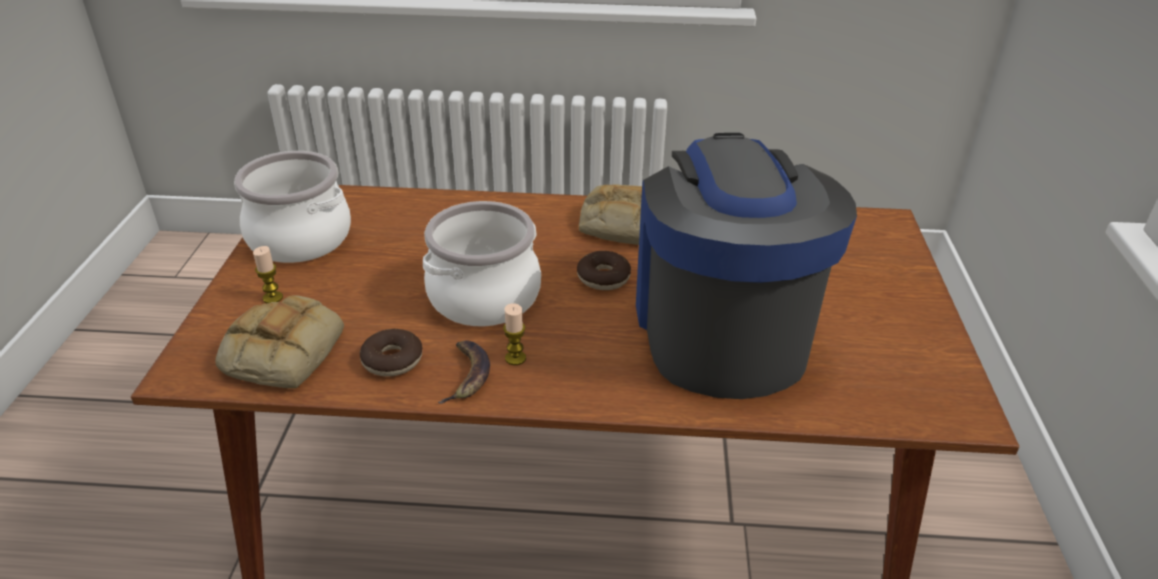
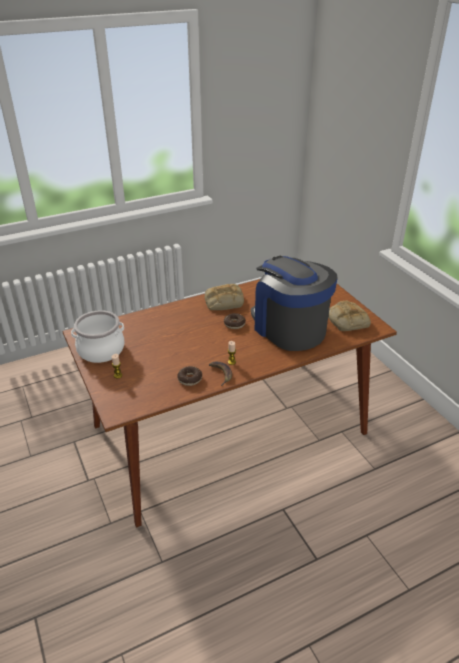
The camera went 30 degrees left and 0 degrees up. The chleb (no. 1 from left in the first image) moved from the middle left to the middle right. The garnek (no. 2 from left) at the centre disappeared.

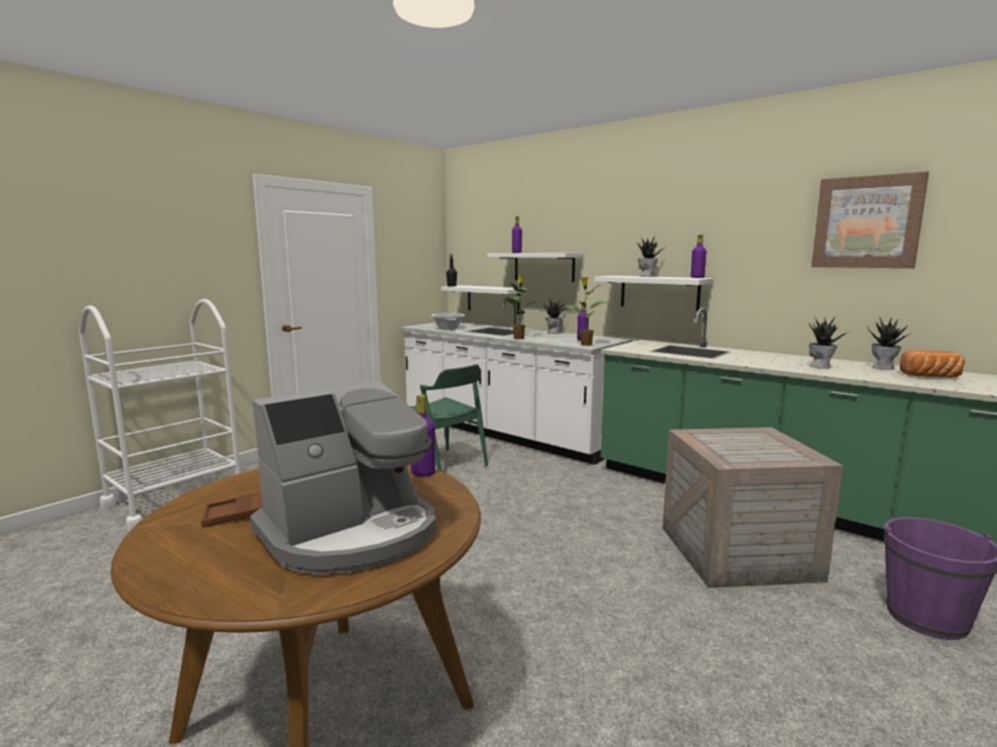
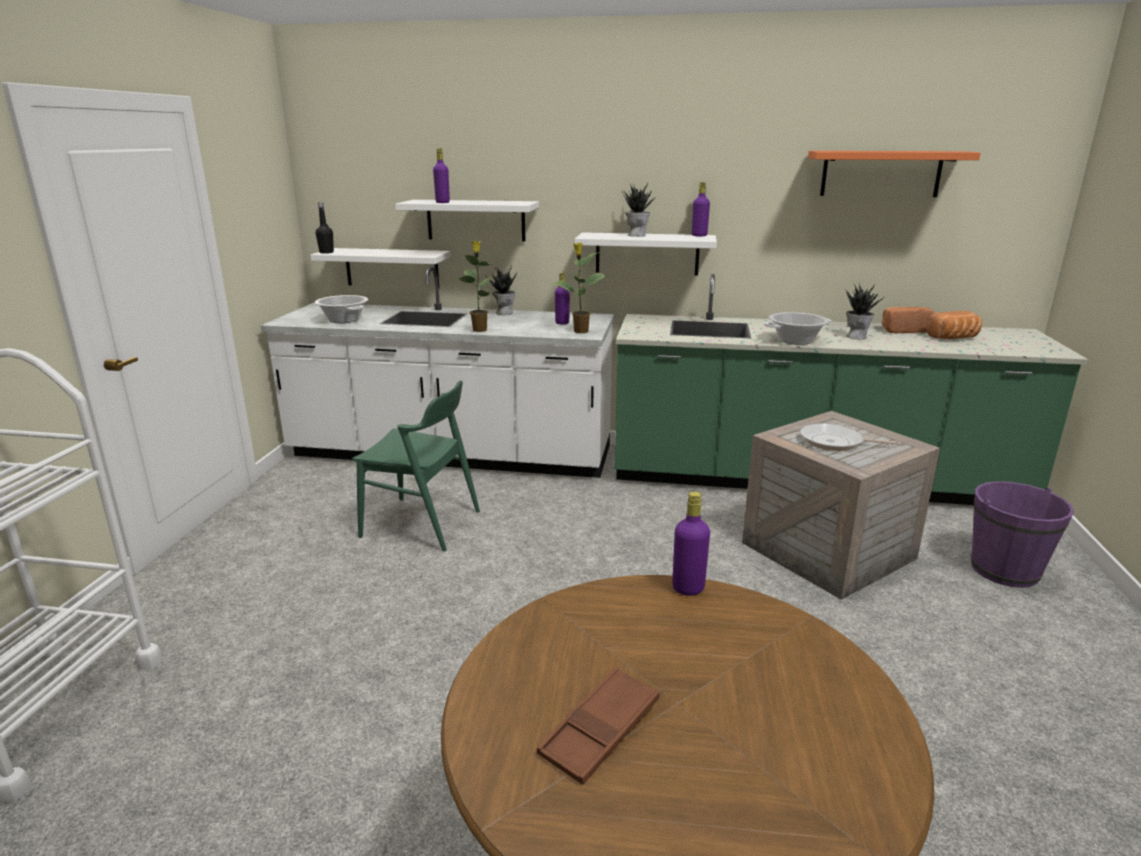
The camera went 30 degrees left and 10 degrees up. The ekspres do kawy at the centre disappeared. The obraz at the top right was replaced by the półka/pomarańczowy at the top right. The roślina doniczkowa (no. 6 from left) at the middle right was replaced by the chleb (no. 1 from left) at the middle right. The garnek (no. 2 from left) at the middle right appeared. The patelnia at the middle right appeared.

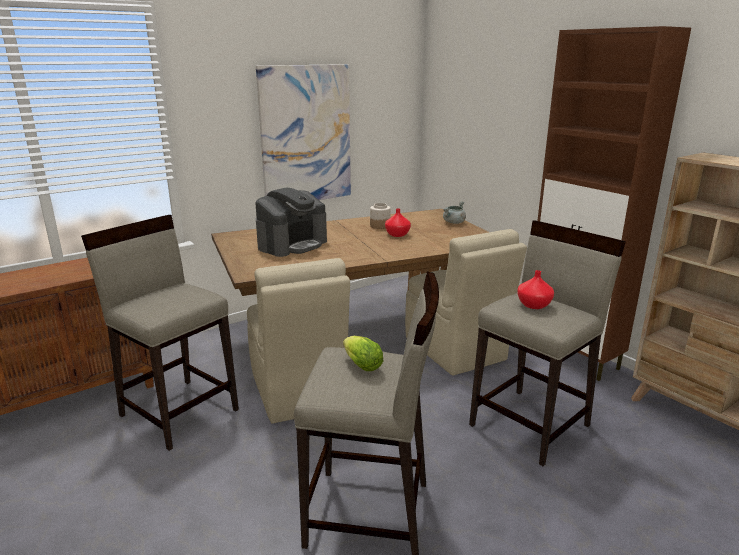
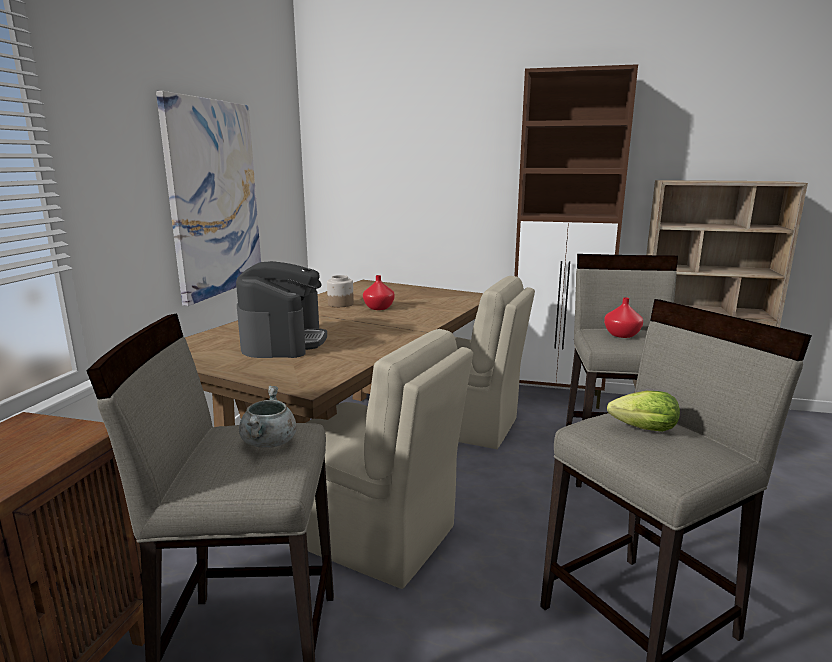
The camera went 40 degrees left and 5 degrees down. The garnek/szary moved from the centre to the middle left.

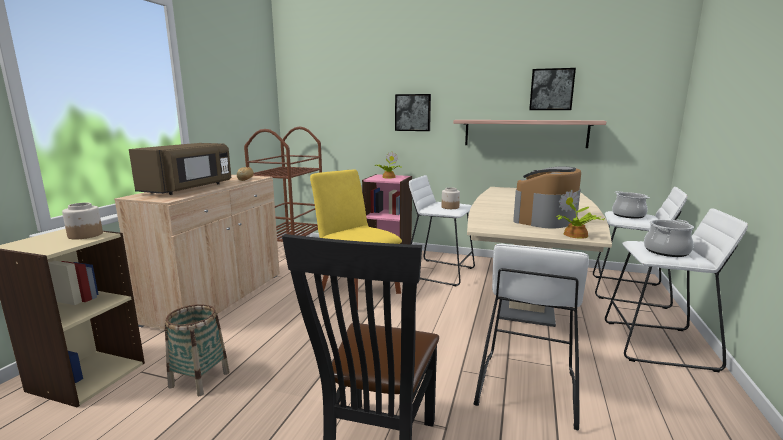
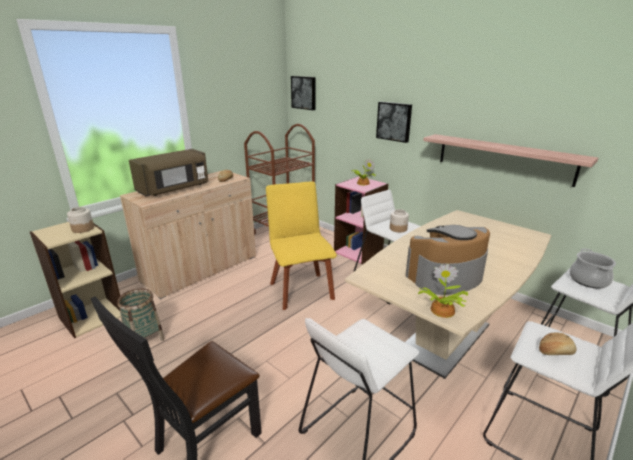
The camera went 25 degrees right and 10 degrees up. The obraz (no. 2 from left in the first image) moved from the top right to the top centre. The garnek (no. 2 from left) at the middle right was replaced by the chleb (no. 2 from left) at the bottom right.

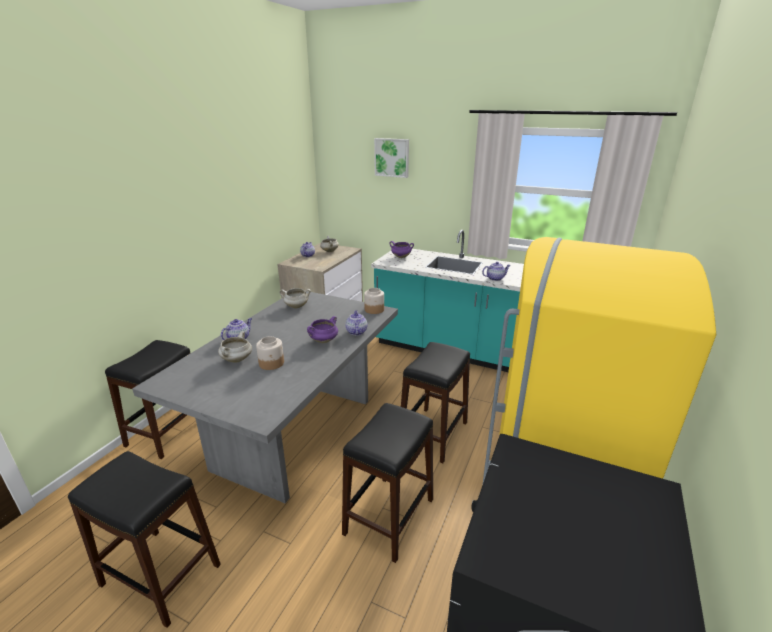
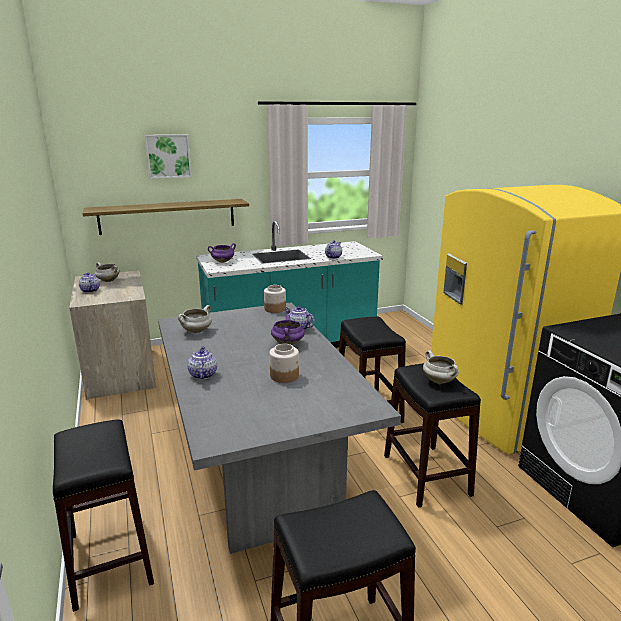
The camera went 45 degrees left and 5 degrees down. The garnek/biały (no. 1 from left in the first image) moved from the middle left to the middle right. The półka at the middle left appeared.

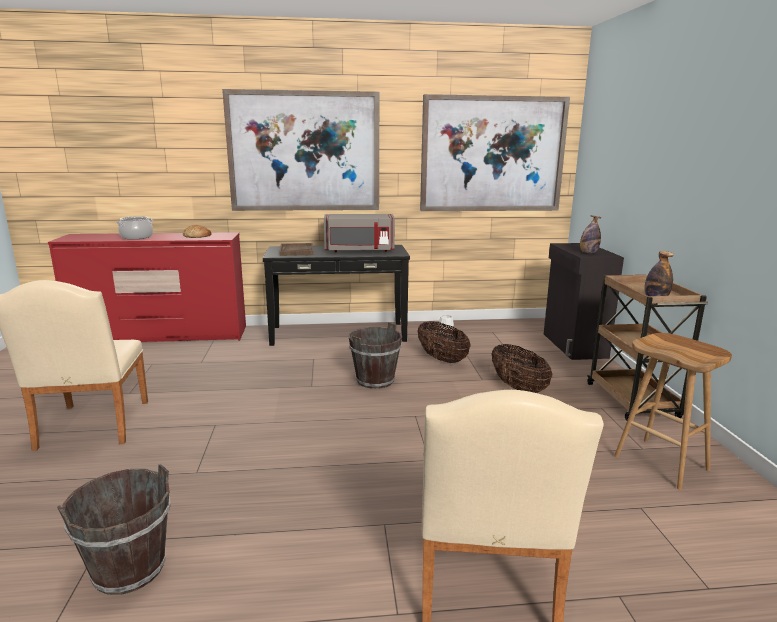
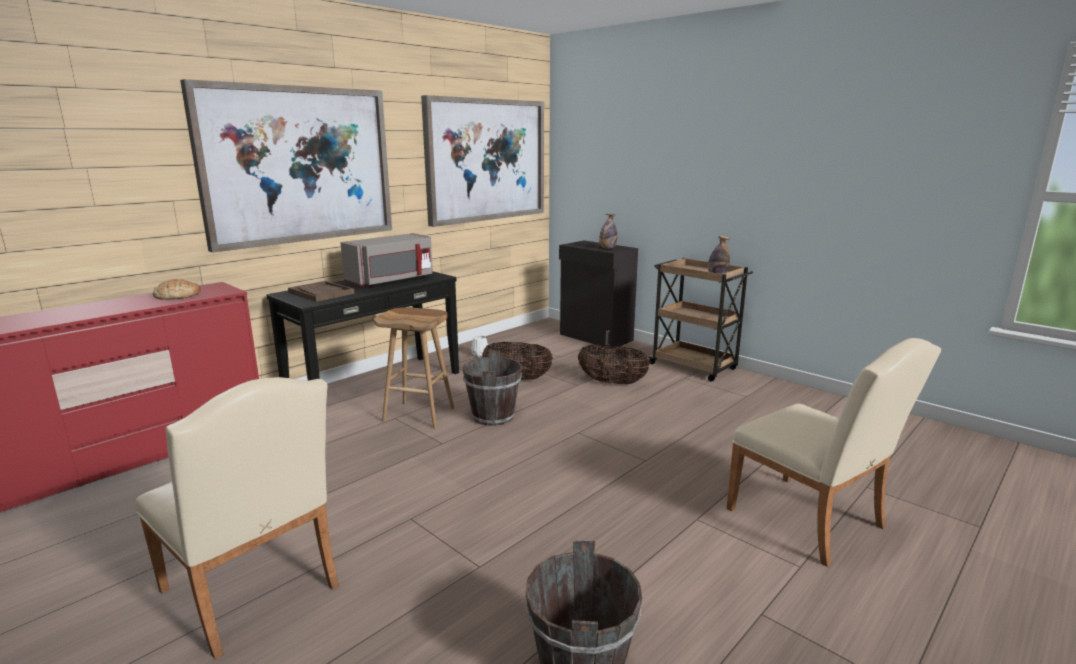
The camera went 40 degrees left and 0 degrees up. The garnek at the middle left disappeared. The stołek/brązowy moved from the middle right to the centre.

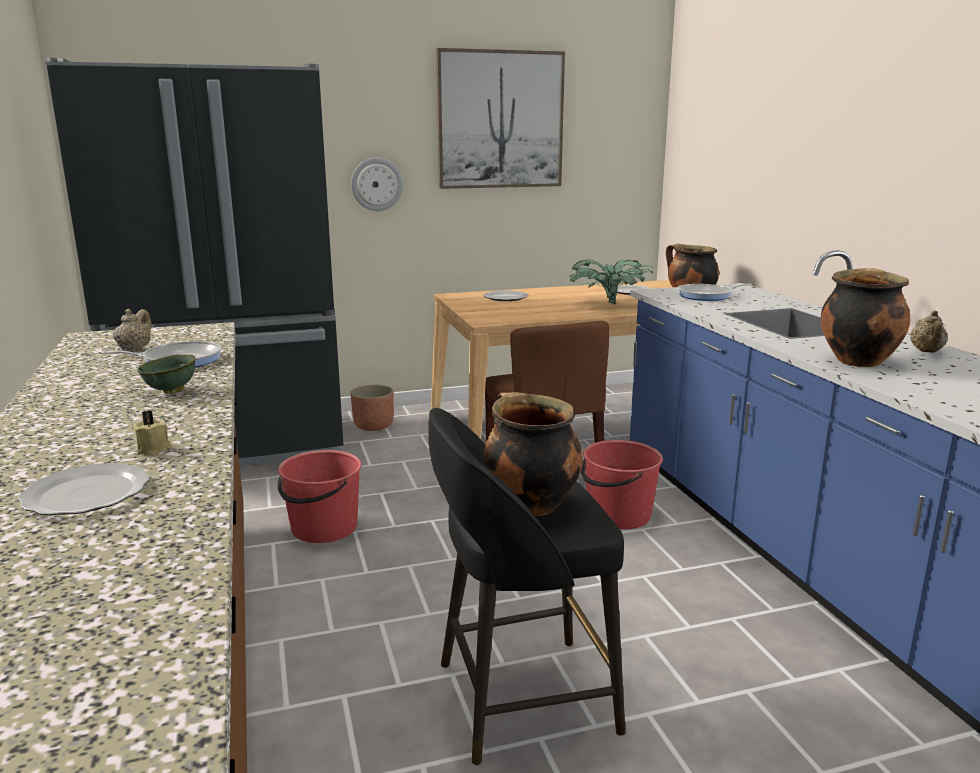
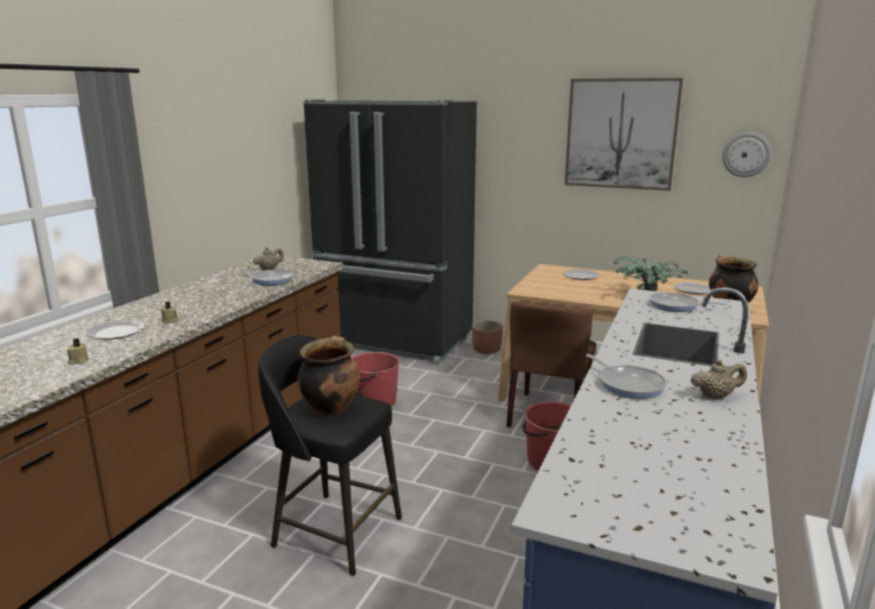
The camera went 40 degrees right and 0 degrees up. The miska/zielony at the middle left disappeared. The zegar ścienny moved from the top centre to the top right. The garnek (no. 3 from left) at the middle right was replaced by the patelnia (no. 2 from left) at the middle right. The imbryk/beżowy (no. 2 from left) at the middle right turned 150 degrees counterclockwise. The świeca/beżowy (no. 1 from left) at the middle left appeared.

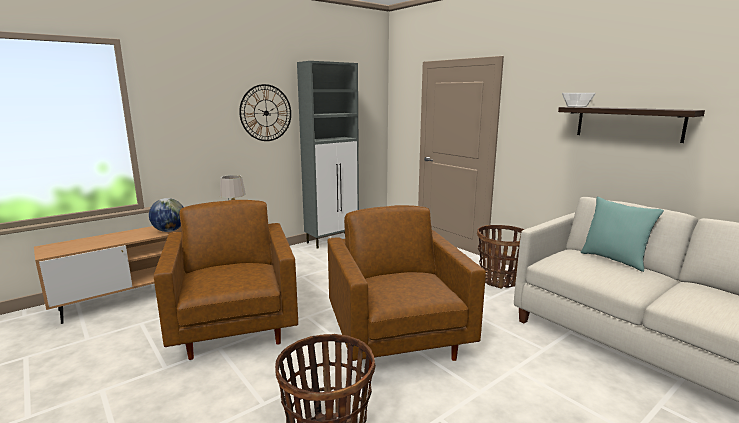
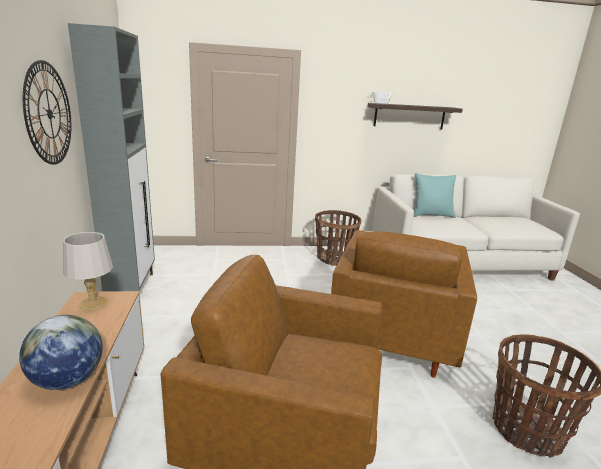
The camera went 60 degrees left and 5 degrees up. The fotel/brązowy (no. 2 from left) at the bottom centre turned 90 degrees counterclockwise.

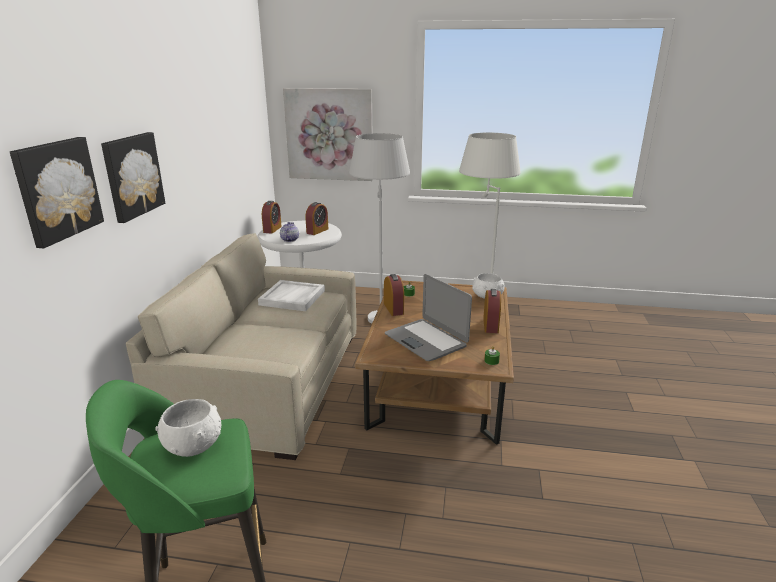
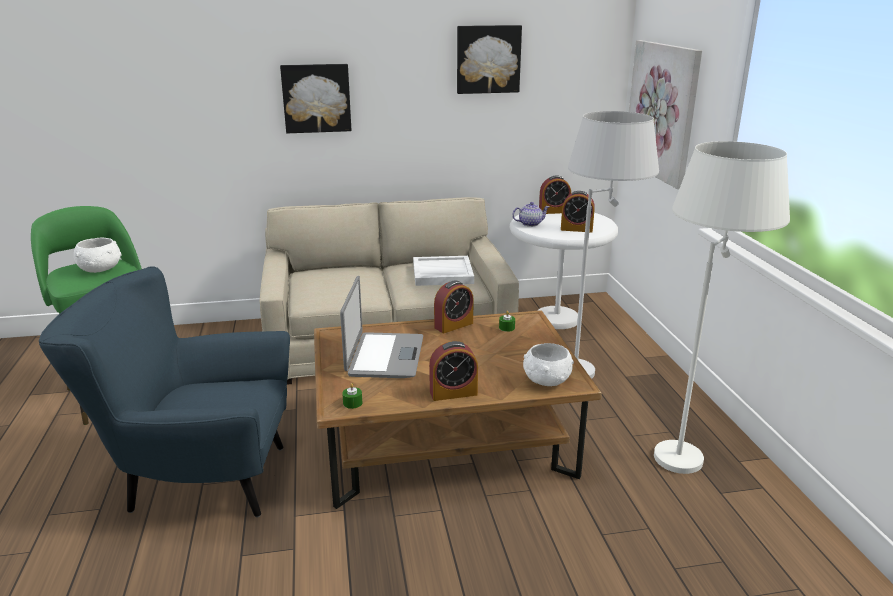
The camera went 70 degrees right and 0 degrees up. The obraz (no. 1 from left in the first image) moved from the top left to the top centre. The laptop at the centre turned 150 degrees clockwise. The fotel/niebieski at the middle left appeared.

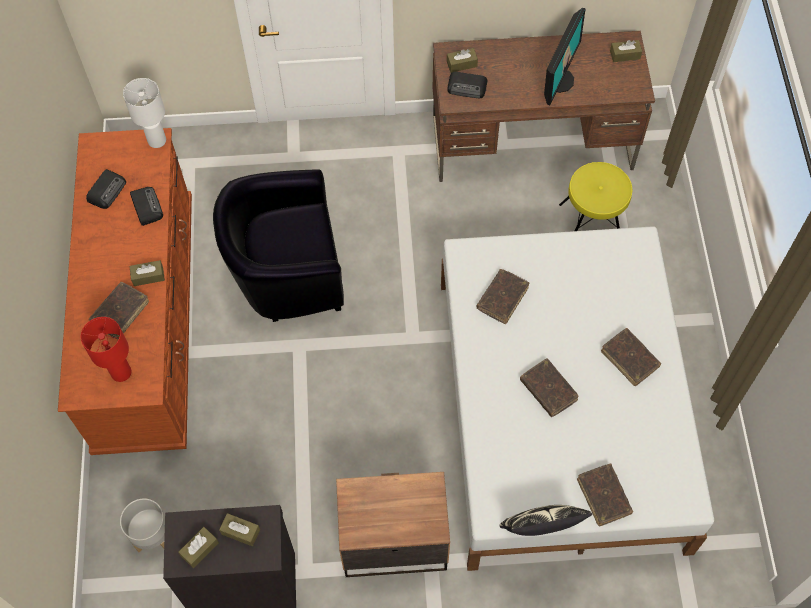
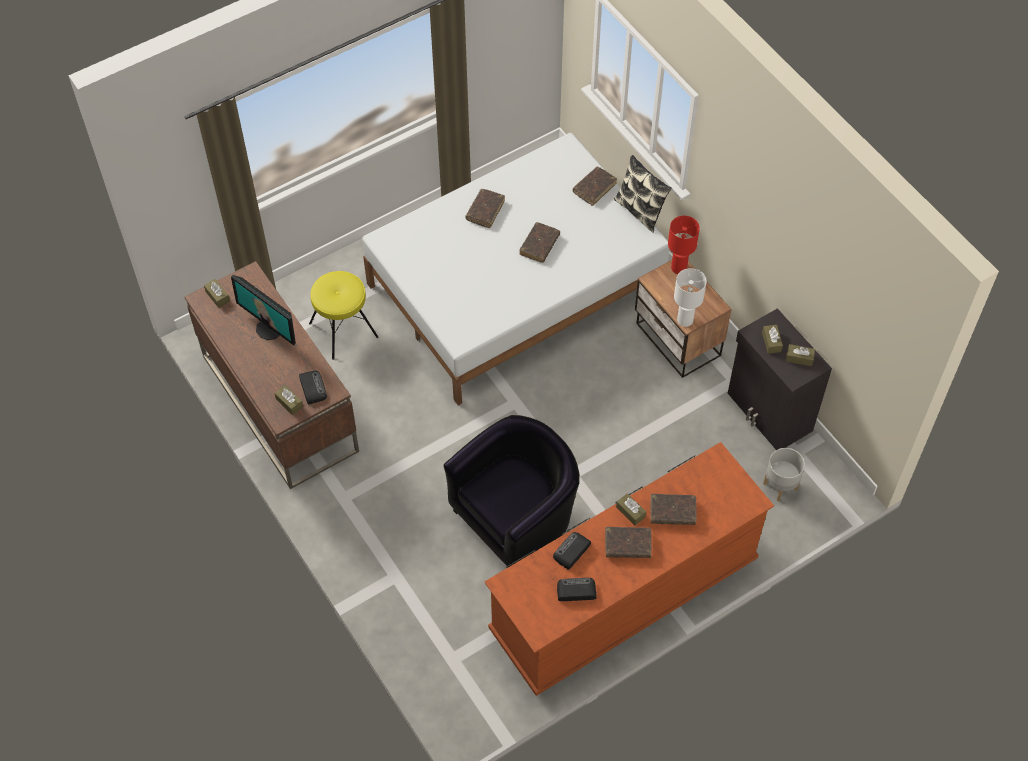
The camera went 120 degrees left and 5 degrees down. The lampa stołowa/czerwony moved from the middle left to the top centre. The lampa stołowa/biały moved from the top left to the middle right. The fotel/czarny at the centre turned 90 degrees counterclockwise. The książka/brązowy (no. 2 from left in the first image) moved from the centre to the bottom centre. The monitor at the top right turned 135 degrees counterclockwise.

